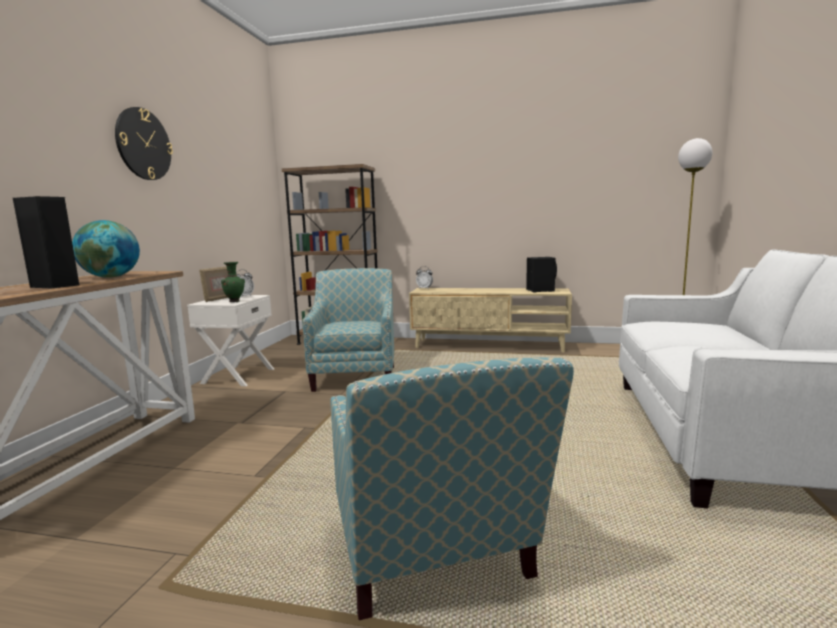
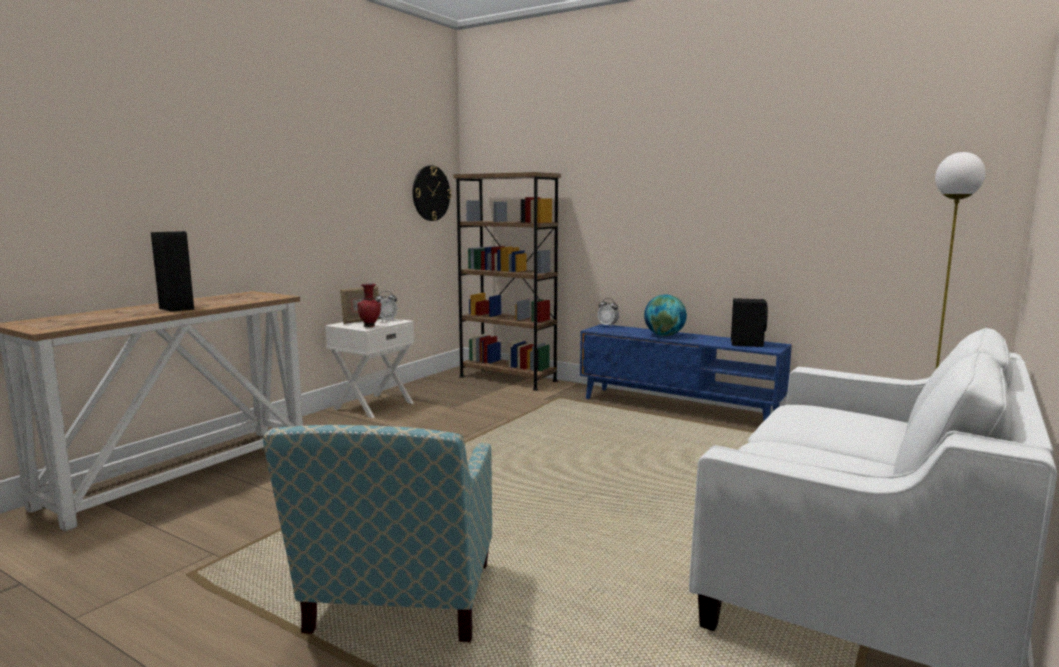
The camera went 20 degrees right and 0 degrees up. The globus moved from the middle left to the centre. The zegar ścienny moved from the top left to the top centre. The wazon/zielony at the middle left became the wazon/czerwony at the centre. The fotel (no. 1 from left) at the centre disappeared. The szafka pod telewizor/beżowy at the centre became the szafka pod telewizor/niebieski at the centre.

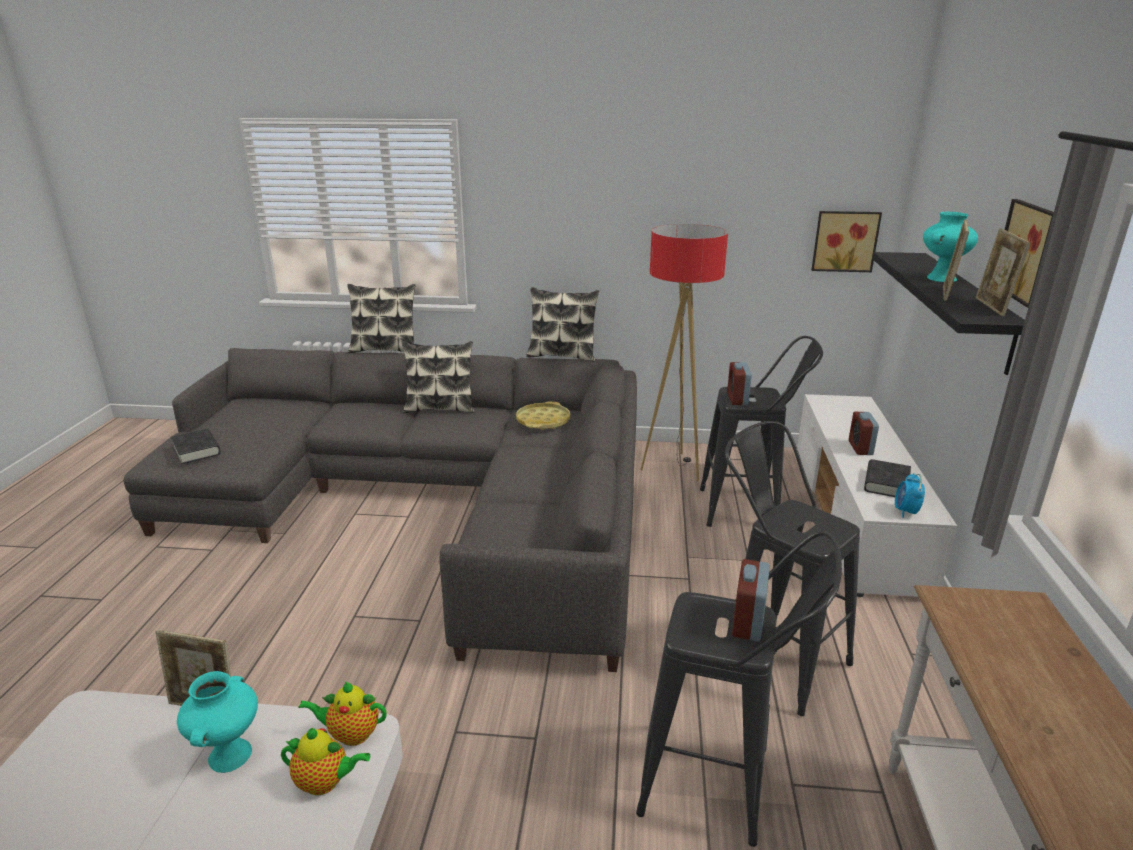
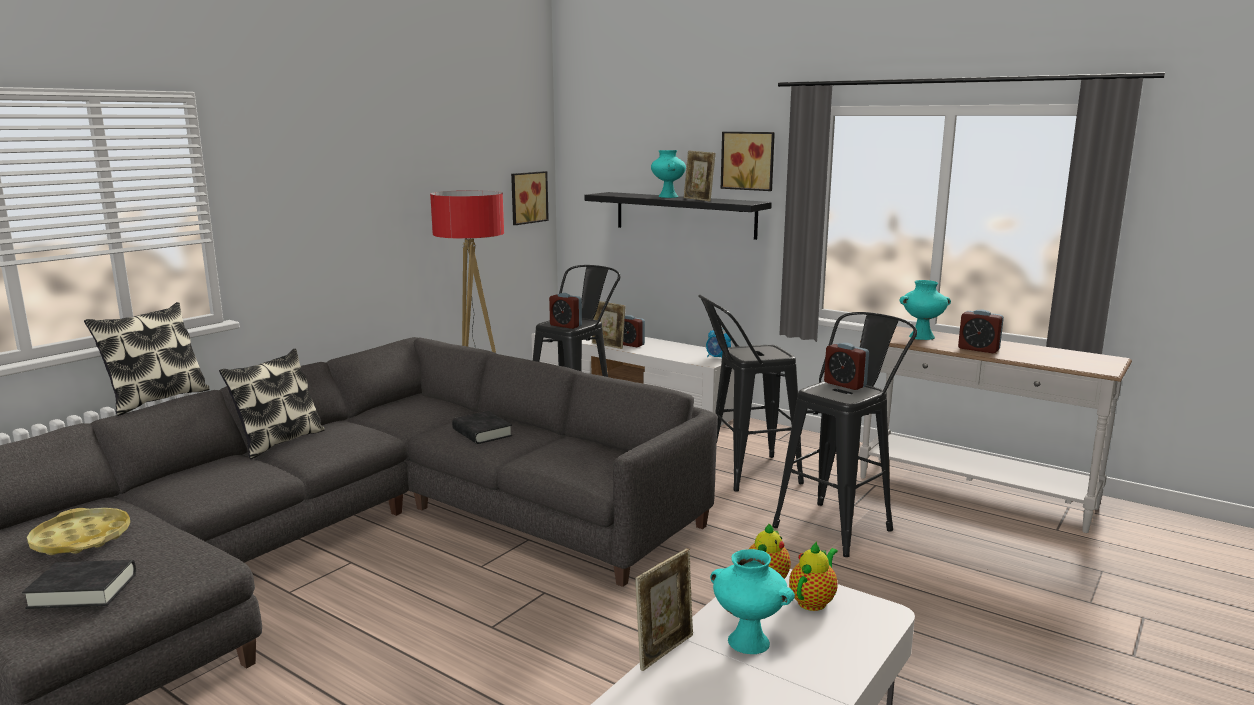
The camera went 60 degrees left and 10 degrees down. The taca/żółty moved from the centre to the bottom left. The poduszka (no. 3 from left) at the centre disappeared. The książka/czarny (no. 2 from left) moved from the middle right to the centre. The ramka na zdjęcie (no. 3 from left in the first image) moved from the top right to the centre. The wazon/turkusowy (no. 3 from left) at the middle right appeared. The budzik (no. 5 from left) at the middle right appeared.

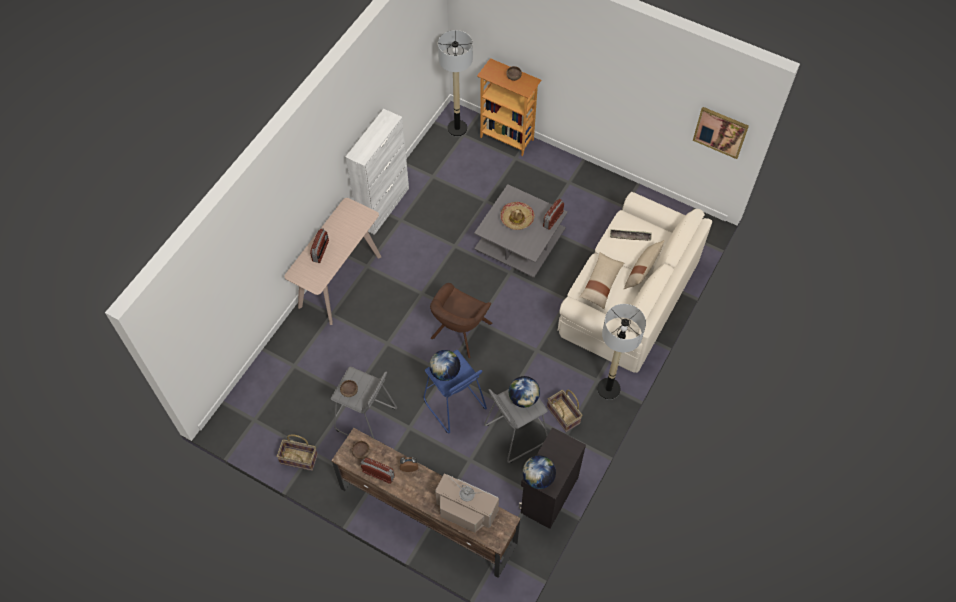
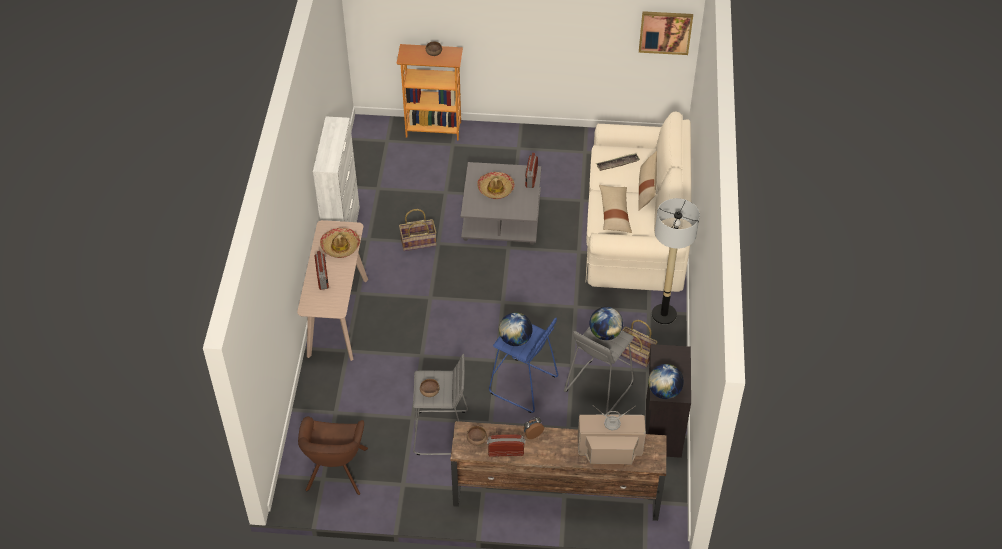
The camera went 25 degrees left and 10 degrees down. The koszyk (no. 1 from left) moved from the bottom left to the centre. The fotel/brązowy moved from the centre to the bottom left. The lampa stojąca (no. 1 from left) at the top centre disappeared. The kapelusz (no. 1 from left) at the centre appeared.

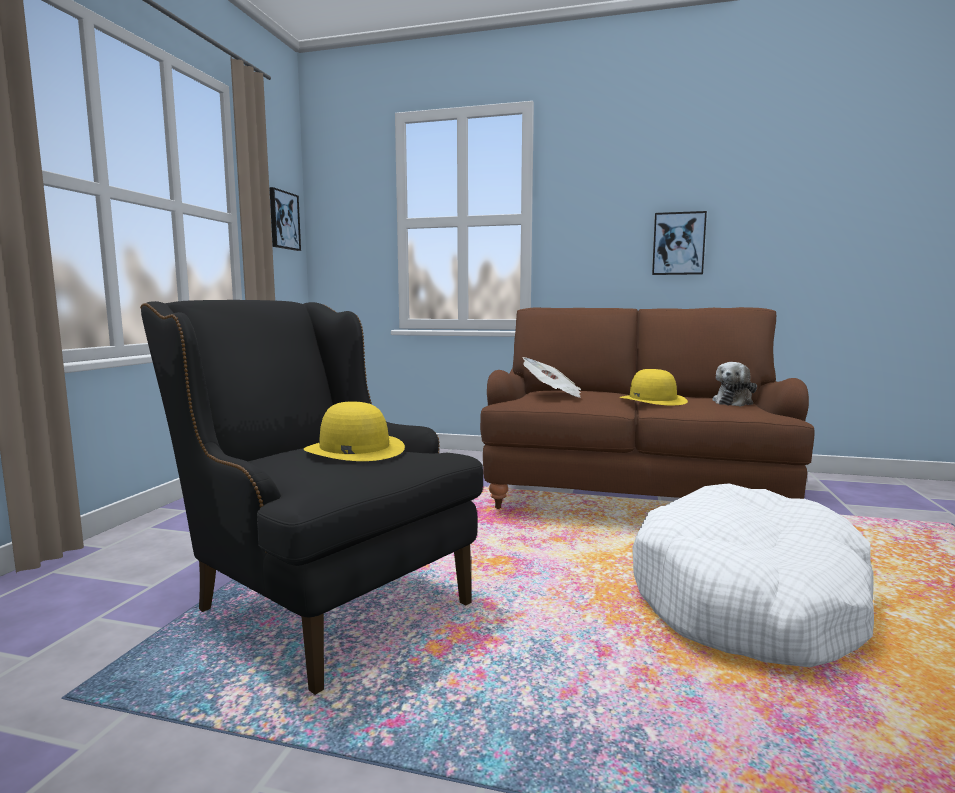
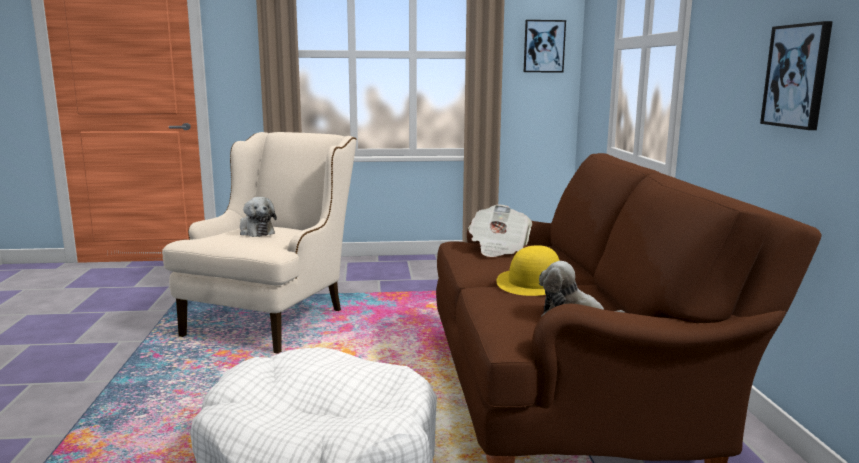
The camera went 70 degrees right and 5 degrees up. The fotel/czarny at the middle left became the fotel/beżowy at the middle left. The kapelusz/żółty (no. 1 from left) at the centre was replaced by the pluszak (no. 1 from left) at the middle left.

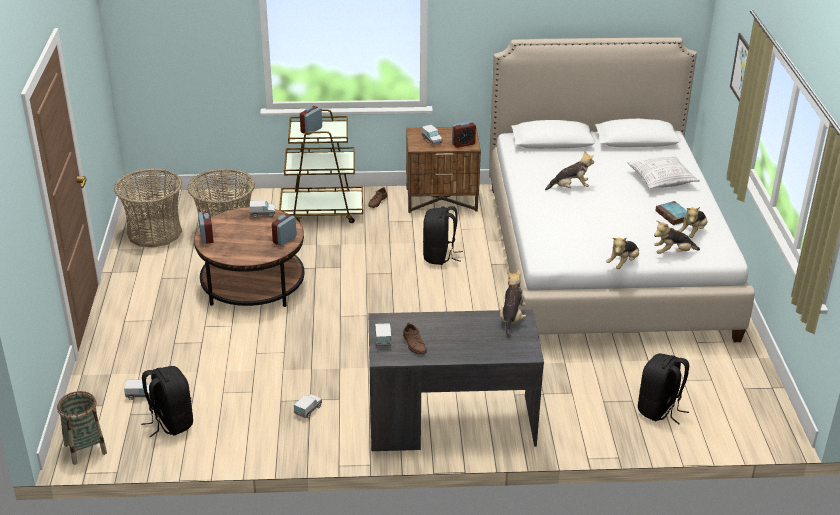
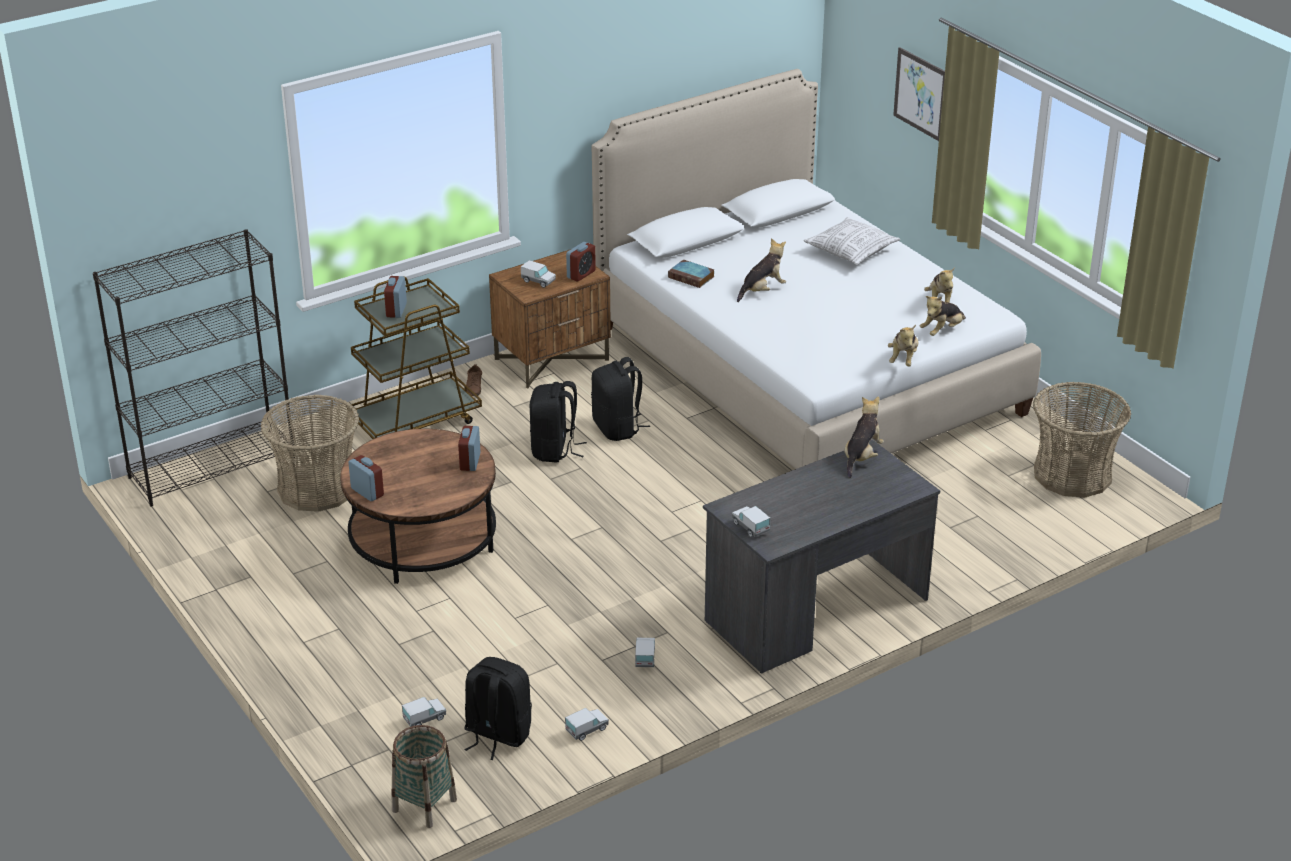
The camera went 30 degrees left and 0 degrees up. The koszyk (no. 2 from left in the first image) moved from the middle left to the middle right. The ciężarówka zabawkowa (no. 2 from left in the first image) moved from the middle left to the bottom centre. The but/brązowy (no. 2 from left) at the centre disappeared. The pluszak (no. 1 from left in the first image) at the centre turned 45 degrees clockwise. The plecak/czarny (no. 3 from left in the first image) moved from the bottom right to the centre. The książka moved from the middle right to the top centre. The regał/czarny at the middle left appeared.

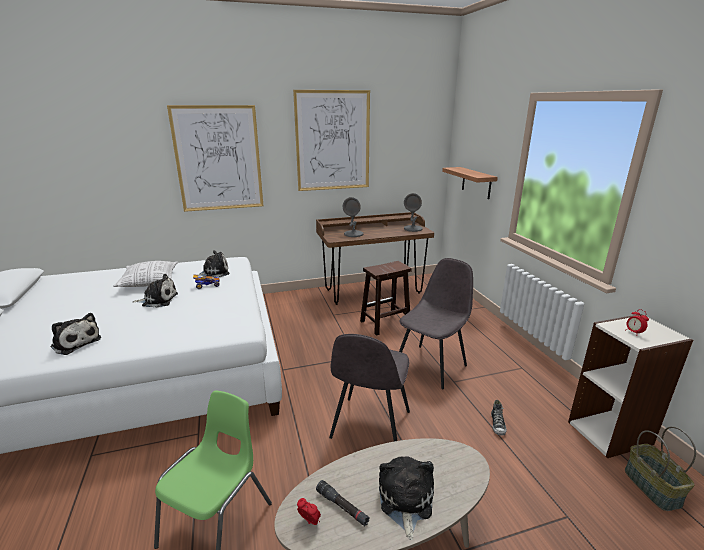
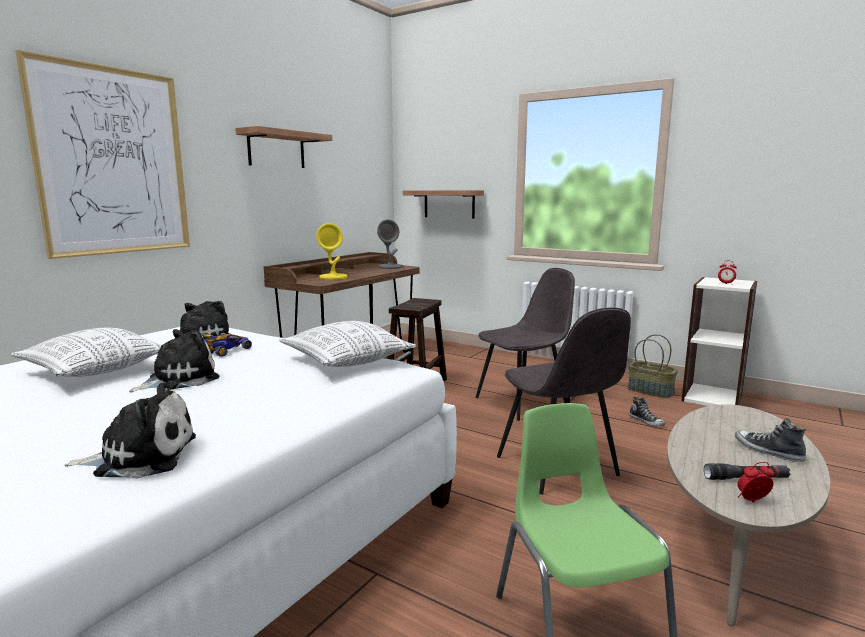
The camera went 40 degrees left and 10 degrees down. The obraz (no. 2 from left) at the top centre was replaced by the półka (no. 1 from left) at the top left. The lampa stołowa/szary (no. 1 from left) at the centre became the lampa stołowa/żółty at the centre. The pluszak (no. 4 from left) at the bottom centre was replaced by the but (no. 2 from left) at the bottom right. The krzesło/szary (no. 2 from left in the first image) at the centre turned 60 degrees clockwise. The koszyk moved from the bottom right to the middle right. The poduszka (no. 2 from left) at the centre appeared.

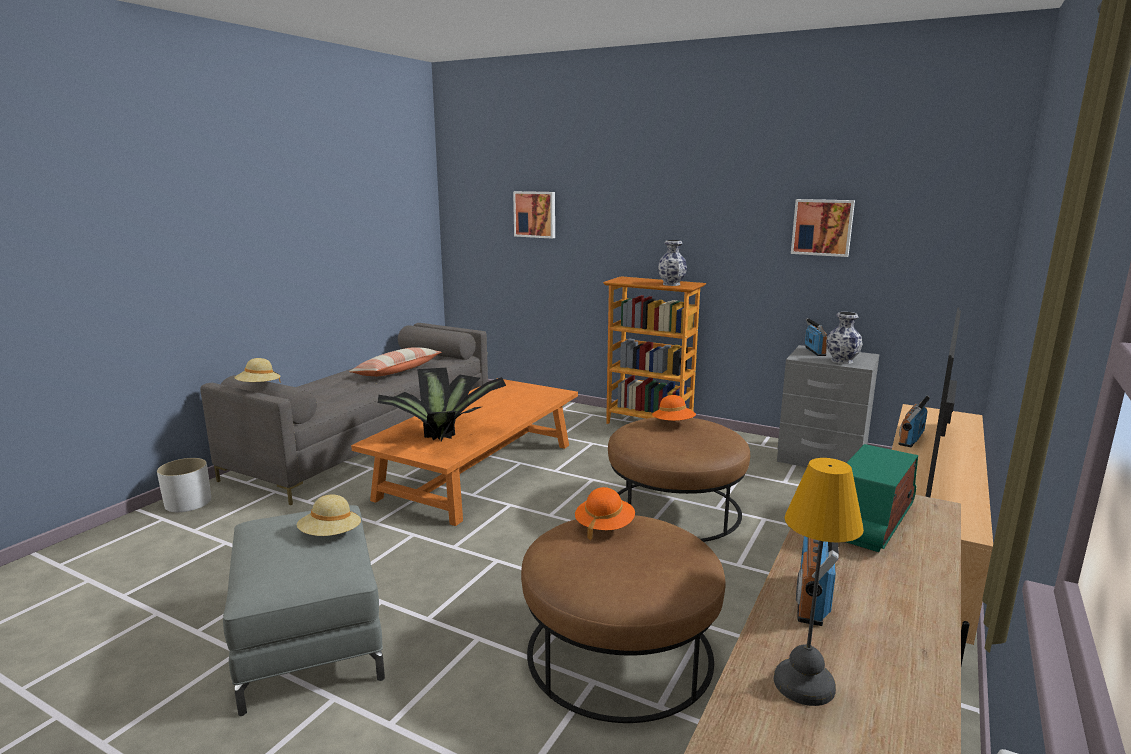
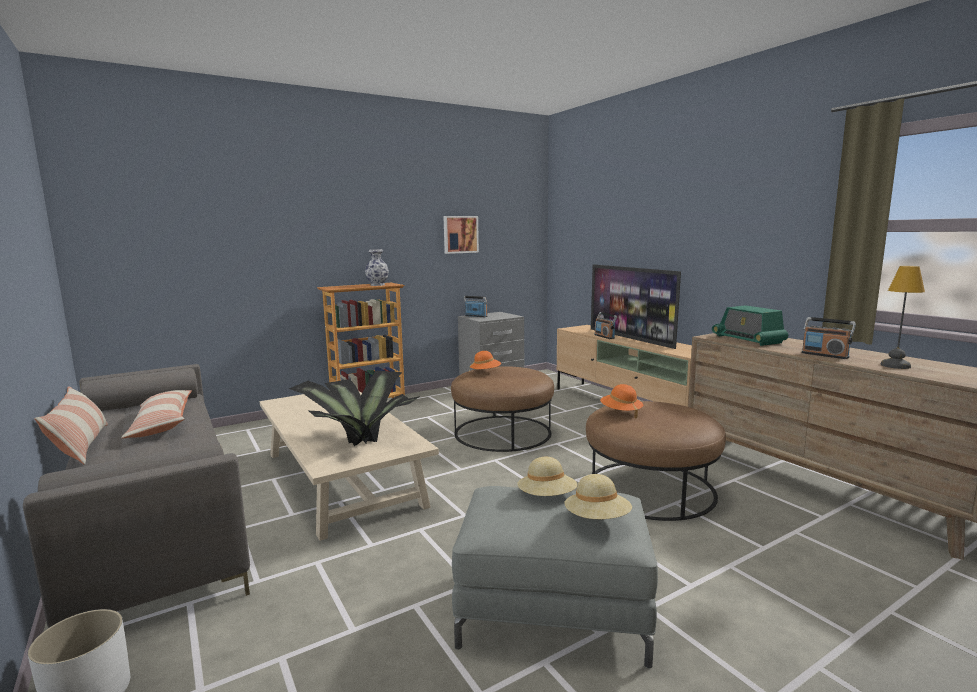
The camera went 60 degrees left and 5 degrees down. The kapelusz/beżowy (no. 1 from left in the first image) moved from the middle left to the bottom centre. The ława/pomarańczowy at the centre became the ława/beżowy at the bottom centre. The obraz (no. 1 from left) at the top centre disappeared. The wazon (no. 2 from left) at the middle right disappeared. The poduszka (no. 1 from left) at the middle left appeared.

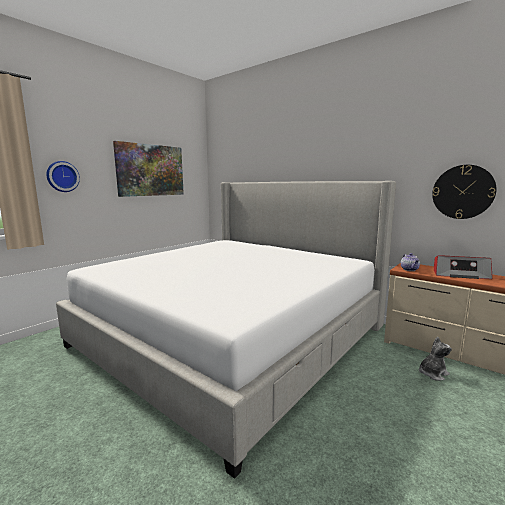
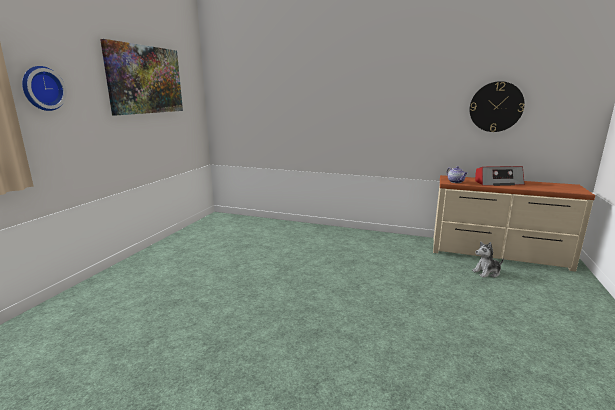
The camera went 20 degrees left and 5 degrees up. The łóżko at the centre disappeared. The pluszak at the bottom right turned 150 degrees counterclockwise.

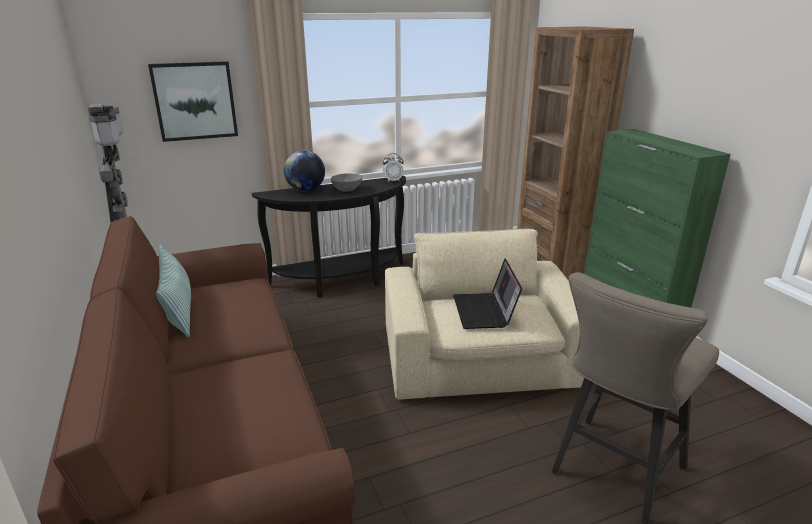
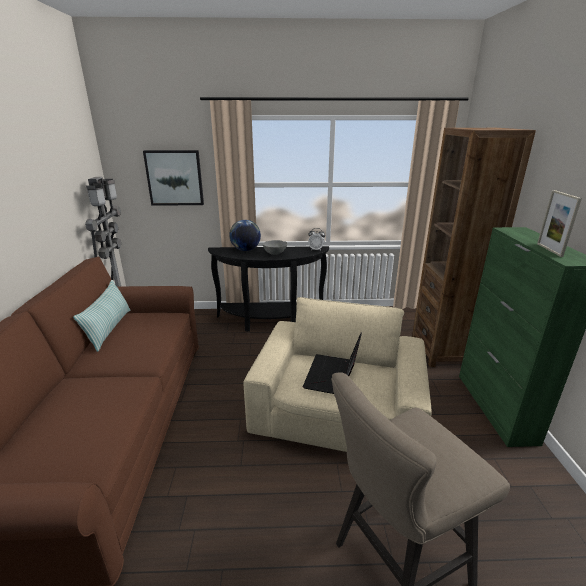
The camera went 20 degrees right and 0 degrees up. The ramka na zdjęcie at the middle right appeared.

